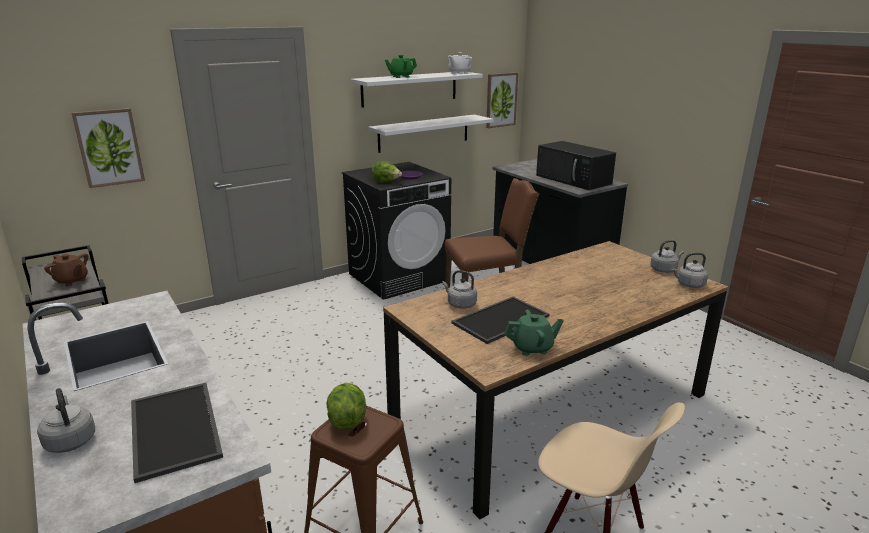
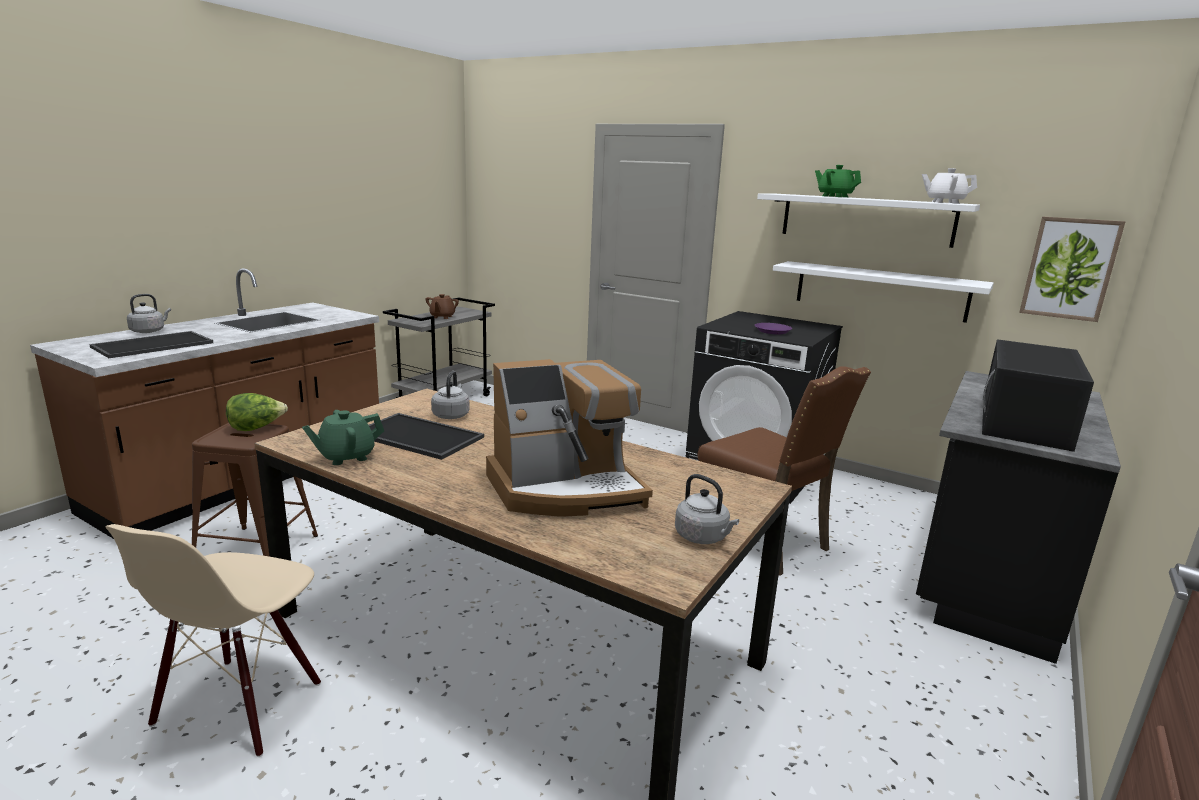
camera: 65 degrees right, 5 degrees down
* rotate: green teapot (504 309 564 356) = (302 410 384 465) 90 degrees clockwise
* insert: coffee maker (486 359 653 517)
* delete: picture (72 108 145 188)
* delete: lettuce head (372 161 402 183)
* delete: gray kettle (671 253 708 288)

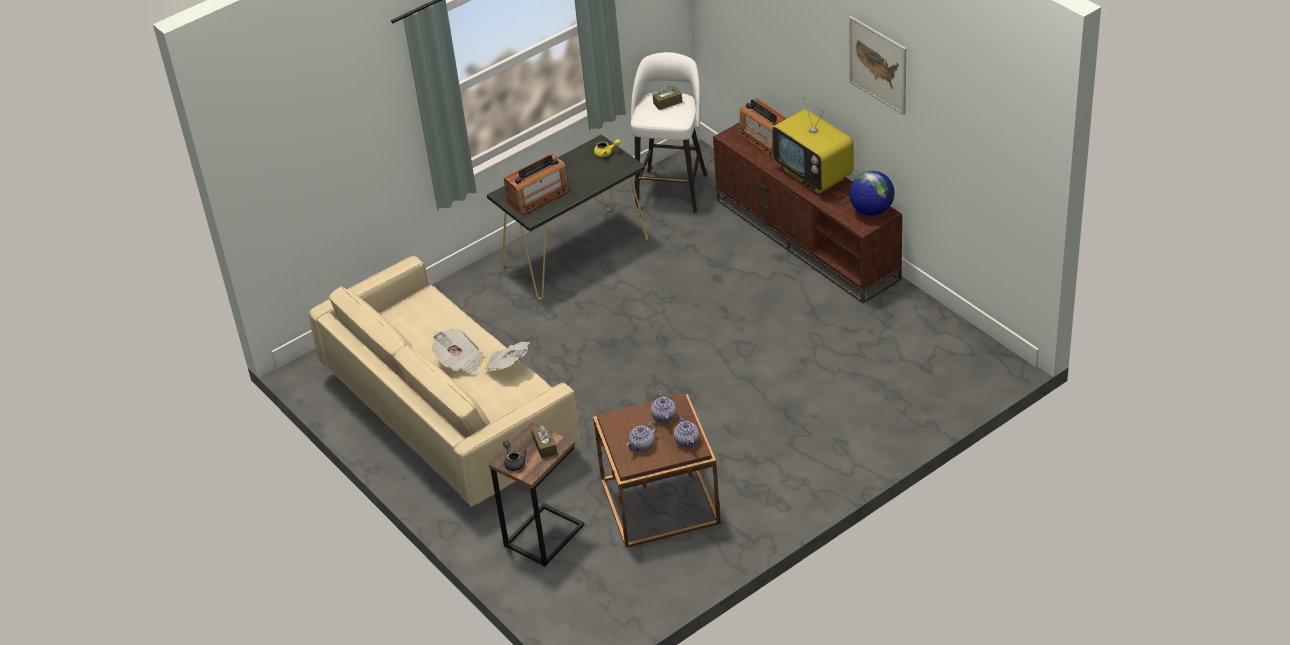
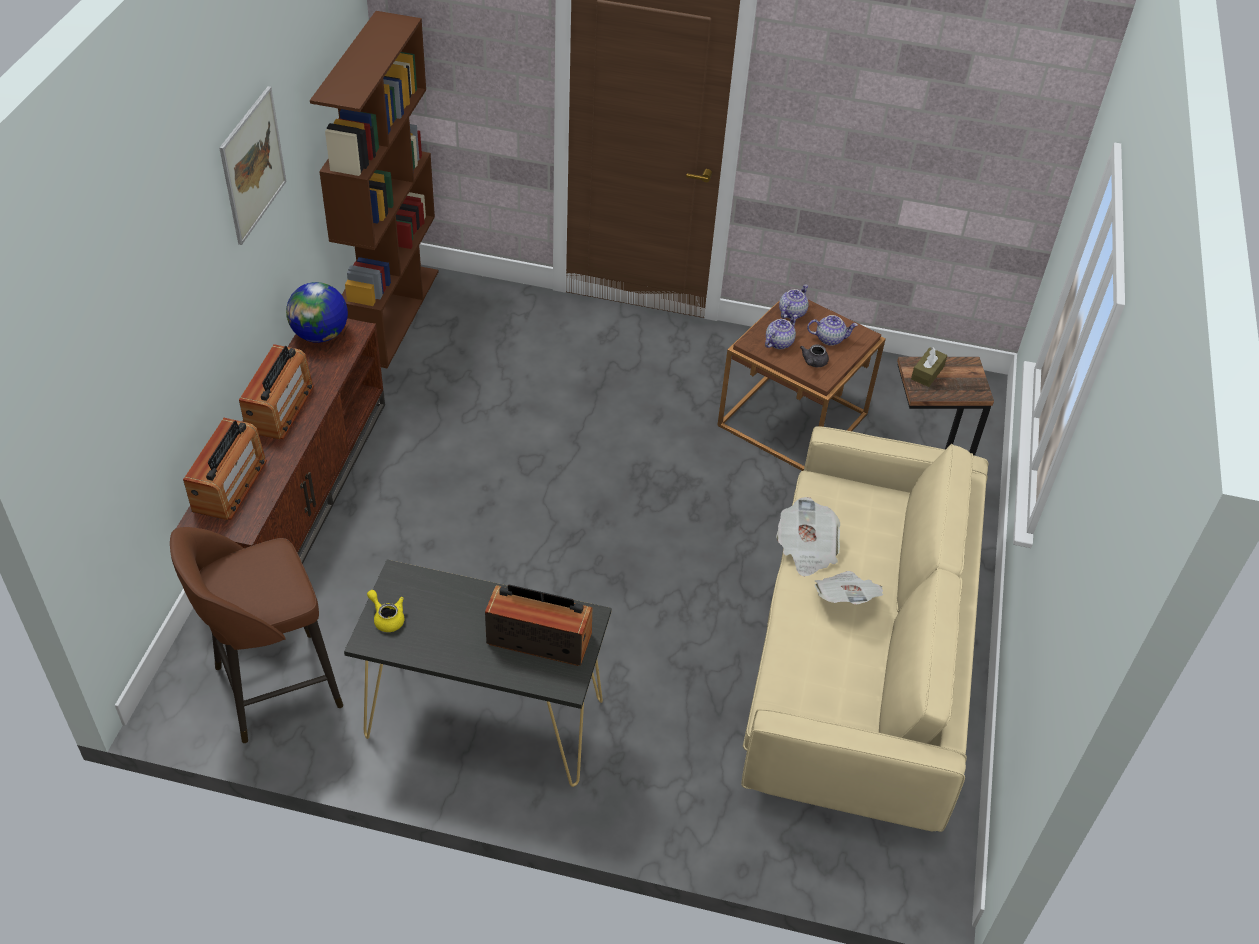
camera: 135 degrees left, 5 degrees up
* recolor: whitish sitting stool (631 52 707 213) to brown sitting stool (170 527 343 743)
* replace: TV set (772 98 854 193) to radio (239 344 314 440)
* insert: brown shelving unit (310 11 439 368)
* move: gray teapot (503 440 527 471) to (800 344 829 367)
* delete: brown box of tissues (653 85 682 110)

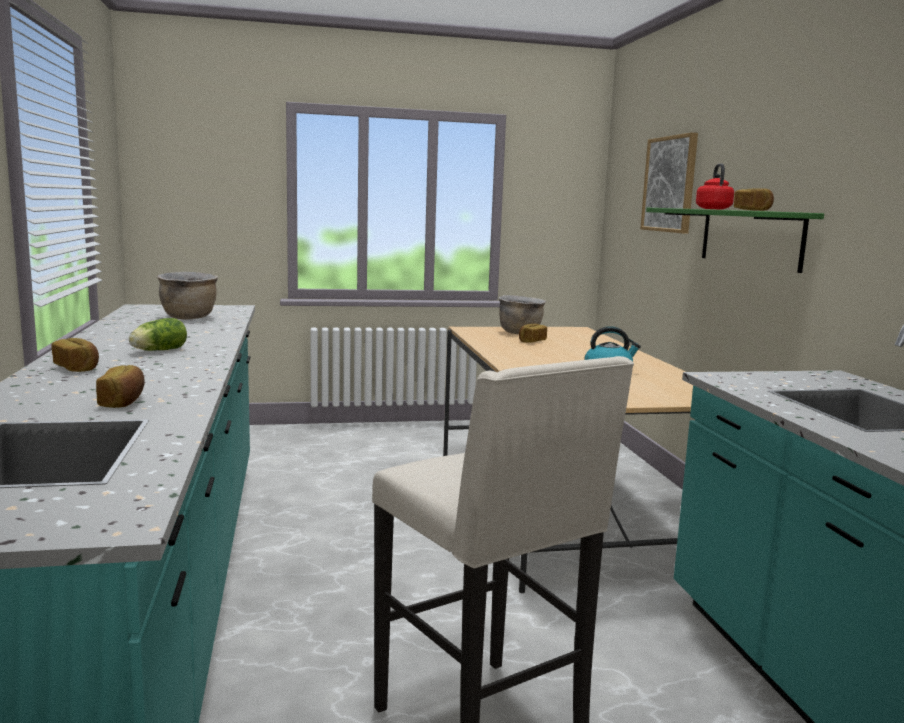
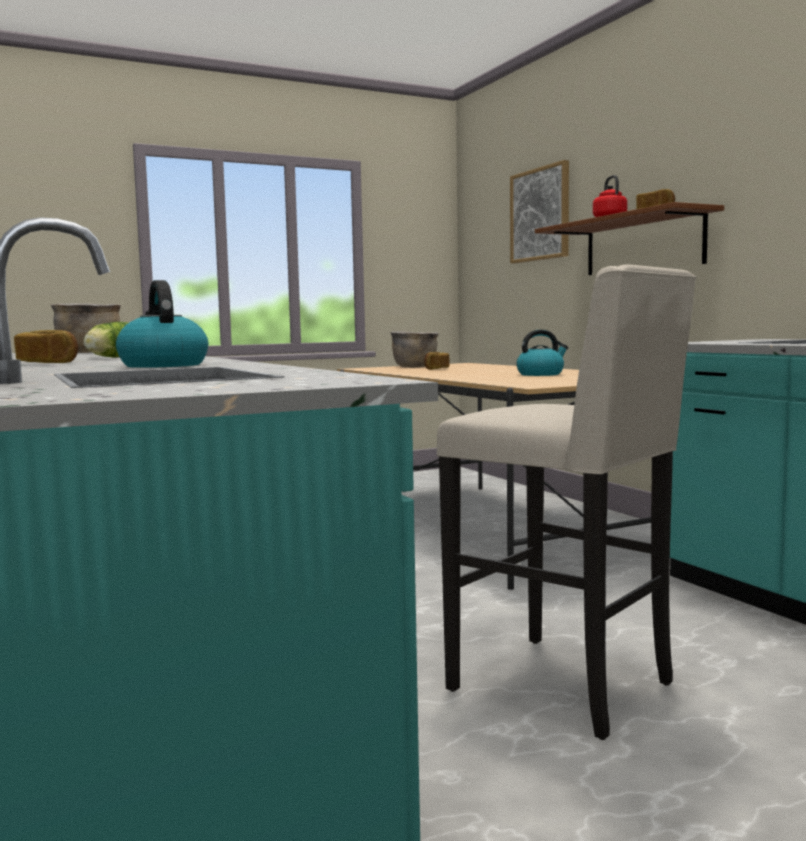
camera: 15 degrees left, 5 degrees down
* replace: baked bread (96 365 145 408) to kettle (116 280 208 368)
* recolor: green shelf (646 208 824 273) to brown shelf (535 202 724 275)

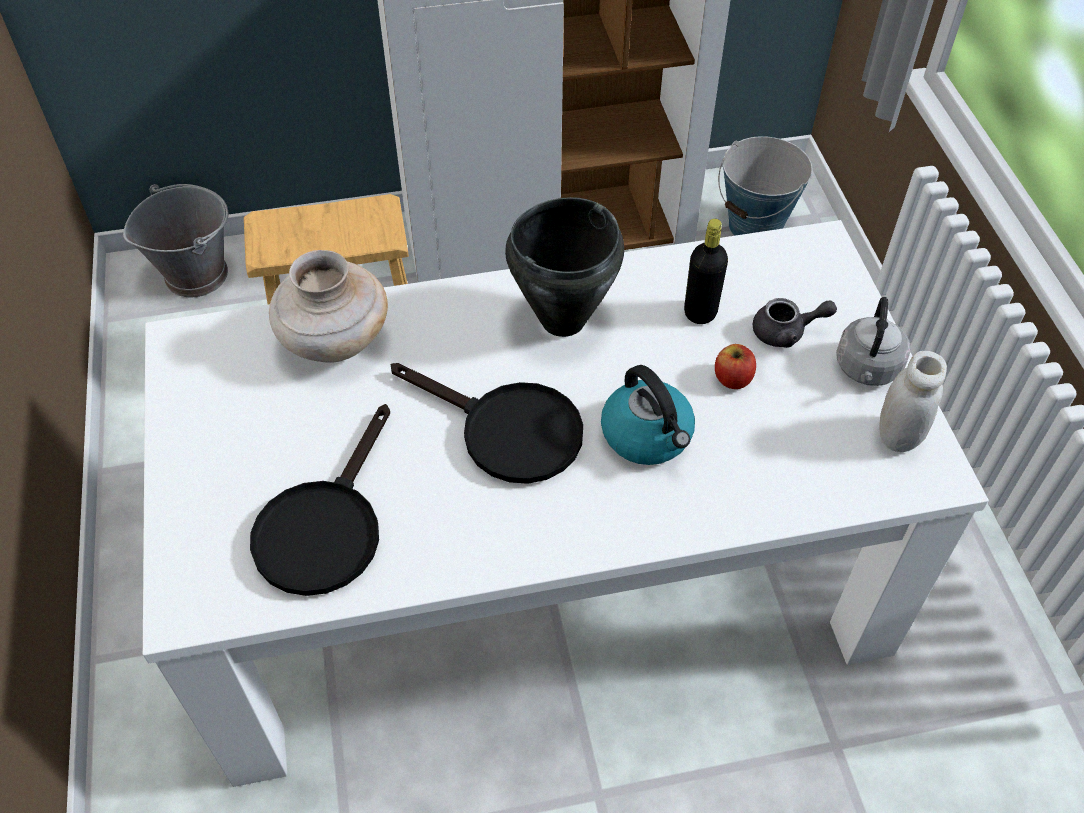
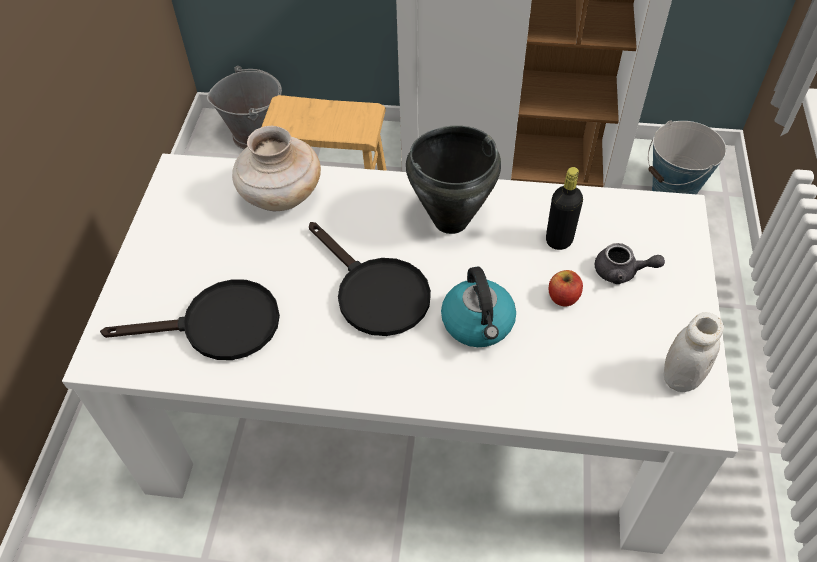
camera: 20 degrees right, 0 degrees up
* rotate: black-coloured skillet (250 404 390 596) = (100 279 280 360) 135 degrees counterclockwise
* delete: gray kettle (836 297 910 386)

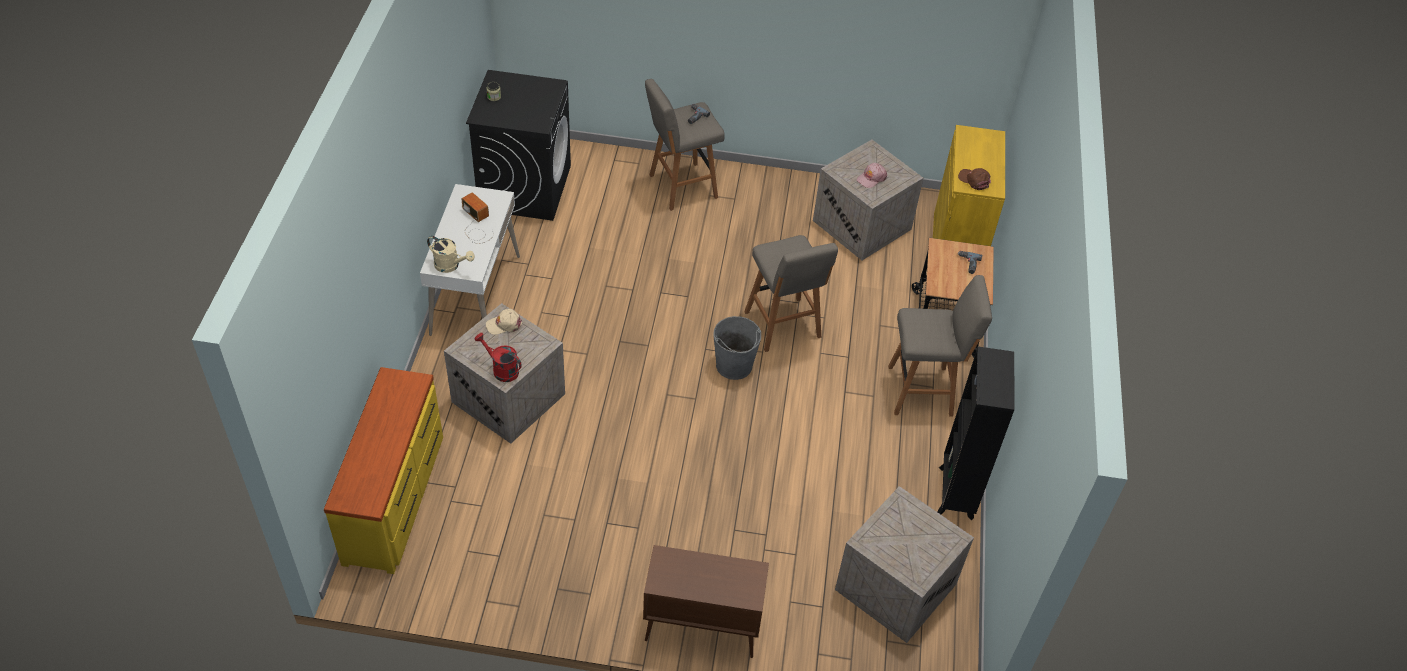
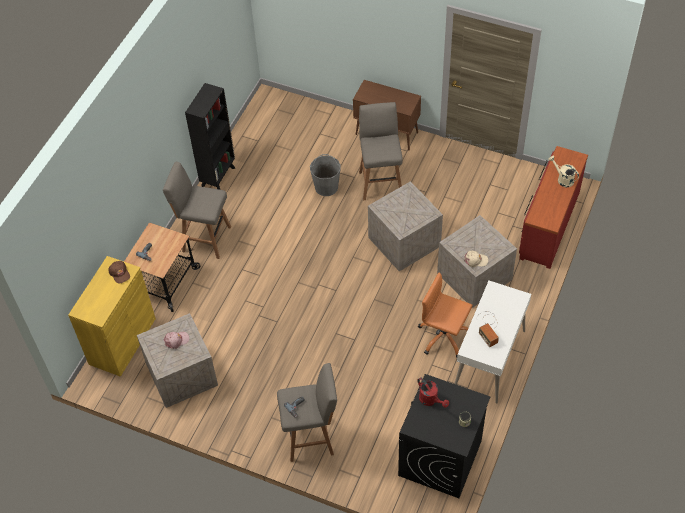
camera: 160 degrees left, 5 degrees up
* move: gray pail (714 316 761 380) to (310 154 341 196)
* move: gray sitting stool (744 235 838 352) to (359 102 403 200)
* move: shipping crate (835 486 974 643) to (368 181 443 272)
* insert: orange-coloured computer chair (418 273 472 358)
* move: reddish watering pot (474 333 522 382) to (418 377 449 408)
* recolor: yellow dresser (324 367 443 574) to reddish dresser (519 146 588 269)
* move: beige watering pot (427 236 475 273) to (548 156 579 187)

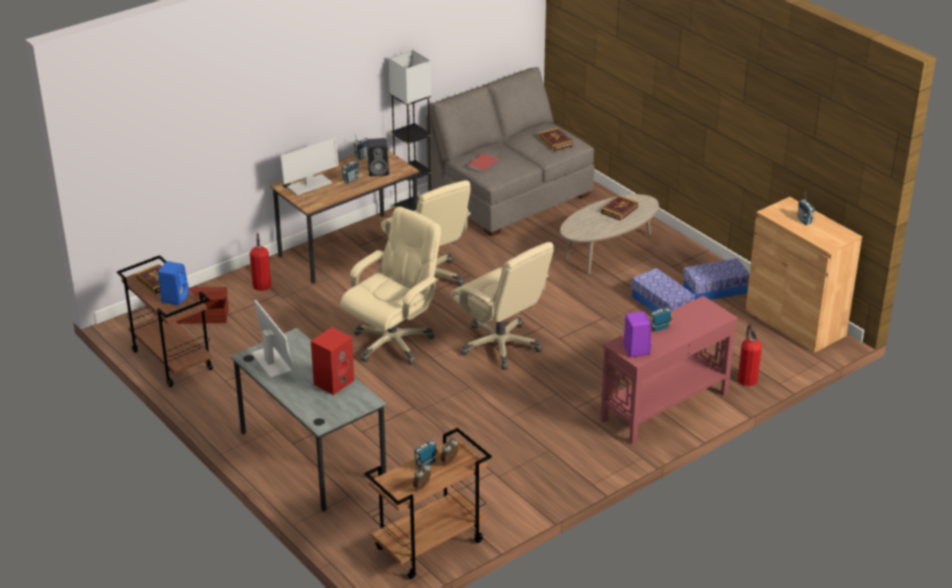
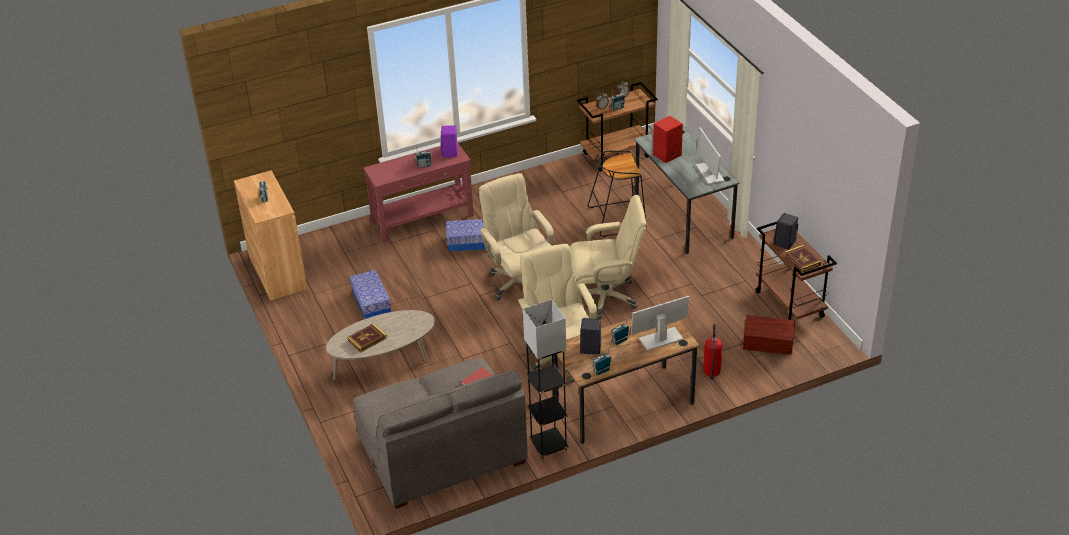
camera: 165 degrees left, 5 degrees up
* move: storage container (683 258 750 300) to (446 219 490 252)
* rotate: beige computer chair (340 207 441 364) = (569 195 646 320) 150 degrees counterclockwise
* insert: black-coloured sitting stool (588 151 647 237)
* recolor: blue-coloured loudspeaker (158 261 189 305) to black-coloured loudspeaker (774 213 798 250)
* delete: book (538 128 573 151)
* delete: fire extinguisher (738 324 762 386)

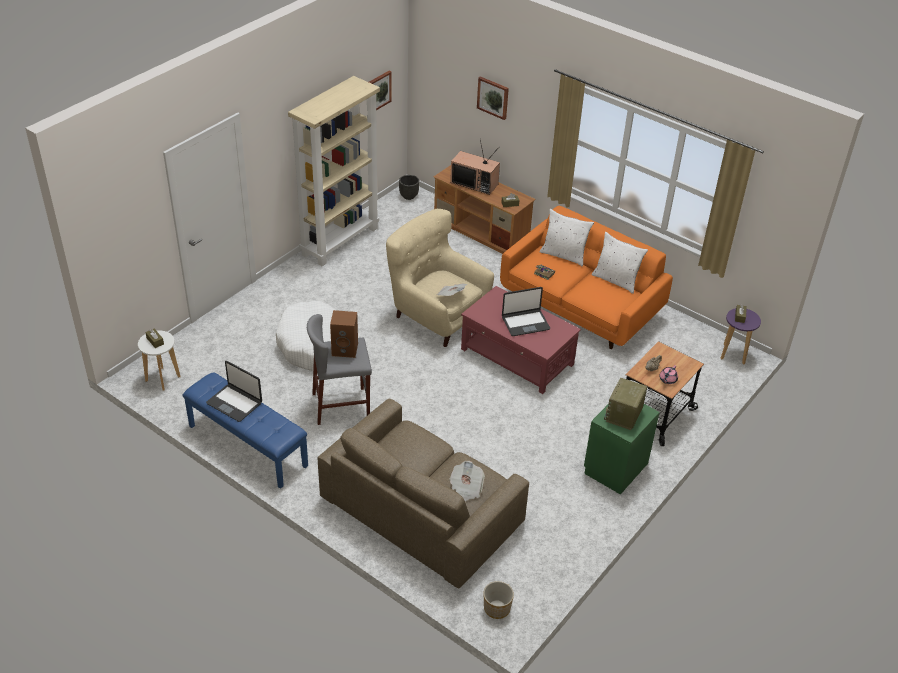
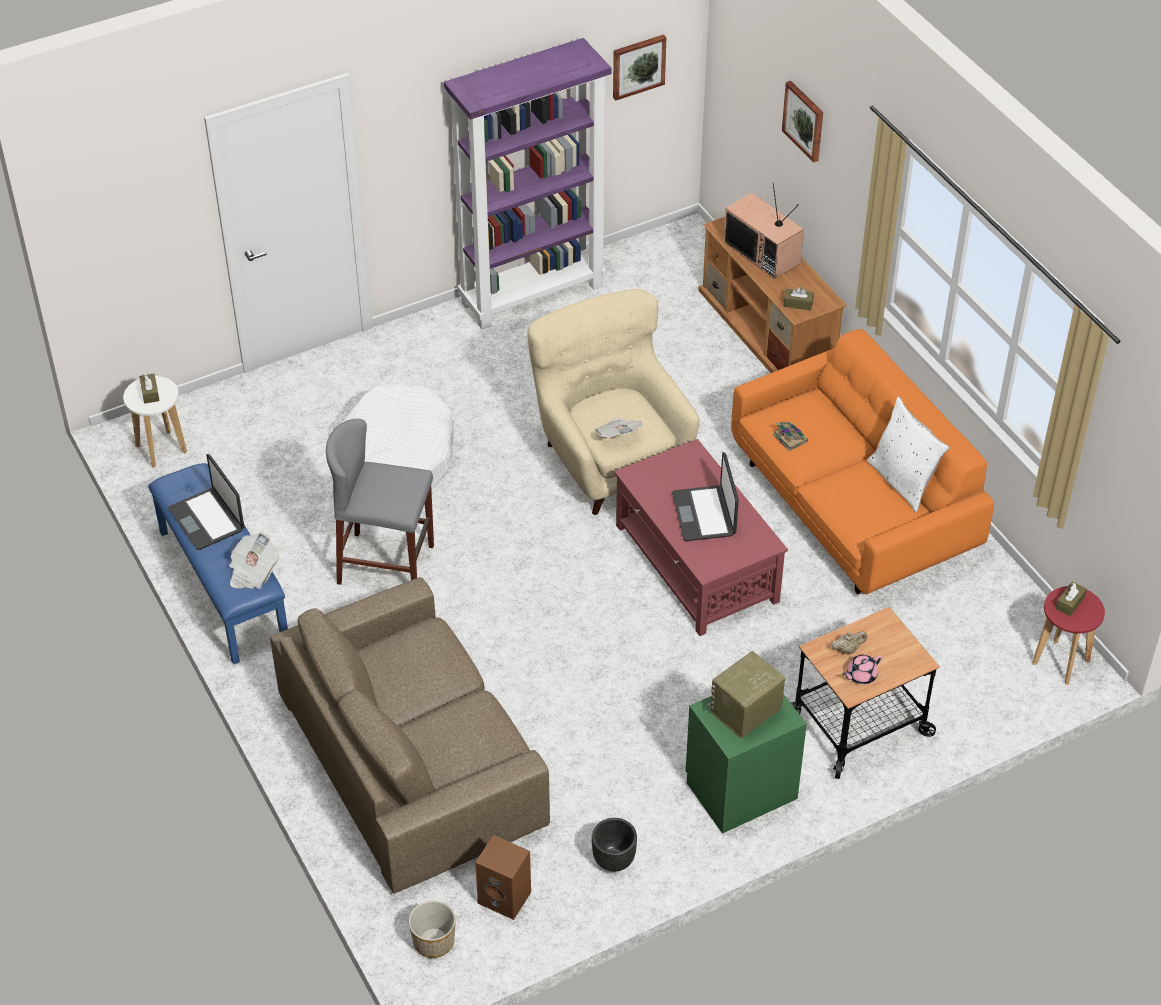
camera: 25 degrees right, 5 degrees up
* move: printed paper (449 461 485 501) to (229 533 279 589)
* recolor: beige shelving unit (288 76 380 266) to purplish shelving unit (444 38 611 330)
* move: brown loudspeaker (330 310 358 358) to (475 835 531 920)
* move: black-coloured flower pot (399 175 419 200) to (592 818 637 872)
* rotate: portable computer (502 287 550 336) = (672 452 739 541) 75 degrees clockwise
* recolor: purplish sitting stool (721 308 761 365) to reddish sitting stool (1032 586 1105 685)
* delete: whitish pillow (540 209 594 266)

